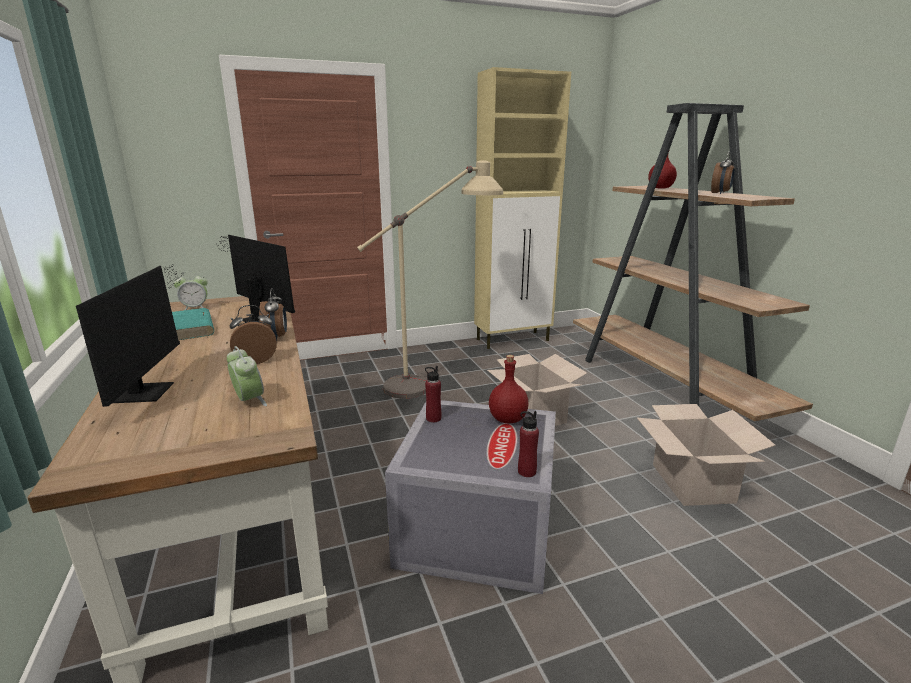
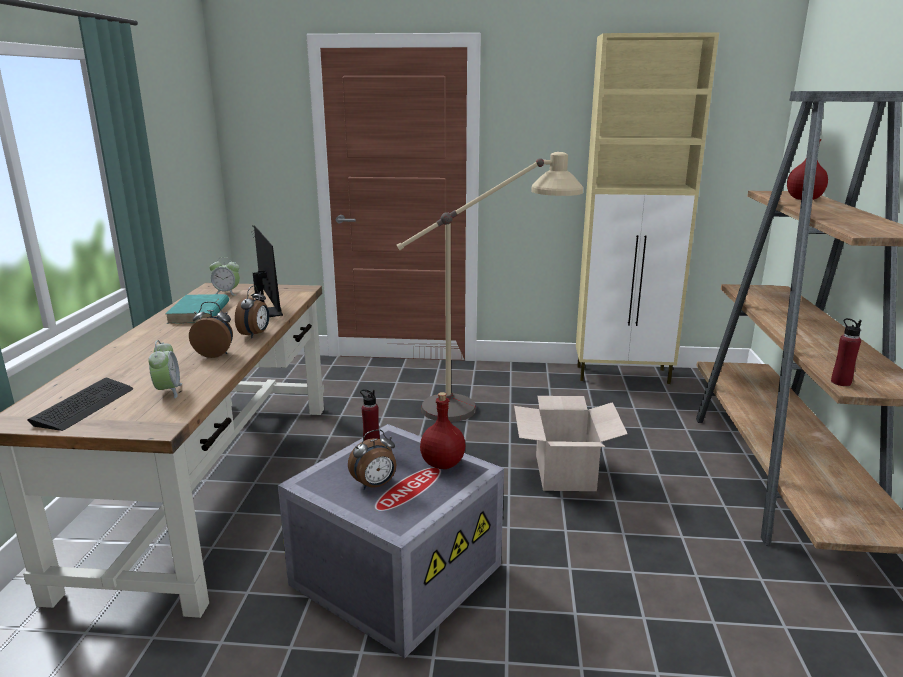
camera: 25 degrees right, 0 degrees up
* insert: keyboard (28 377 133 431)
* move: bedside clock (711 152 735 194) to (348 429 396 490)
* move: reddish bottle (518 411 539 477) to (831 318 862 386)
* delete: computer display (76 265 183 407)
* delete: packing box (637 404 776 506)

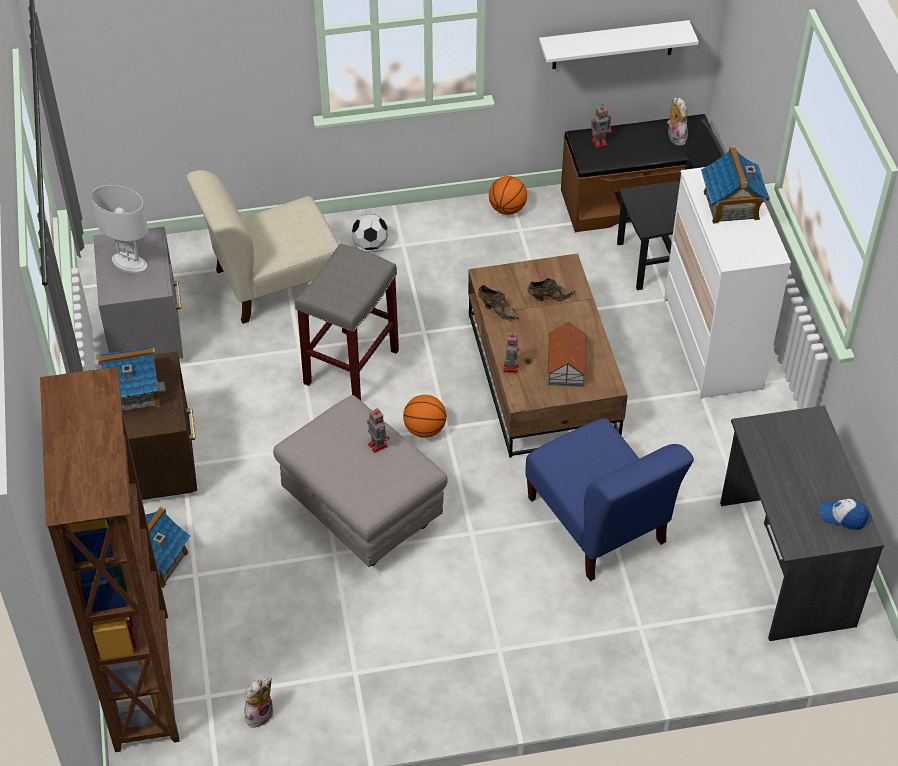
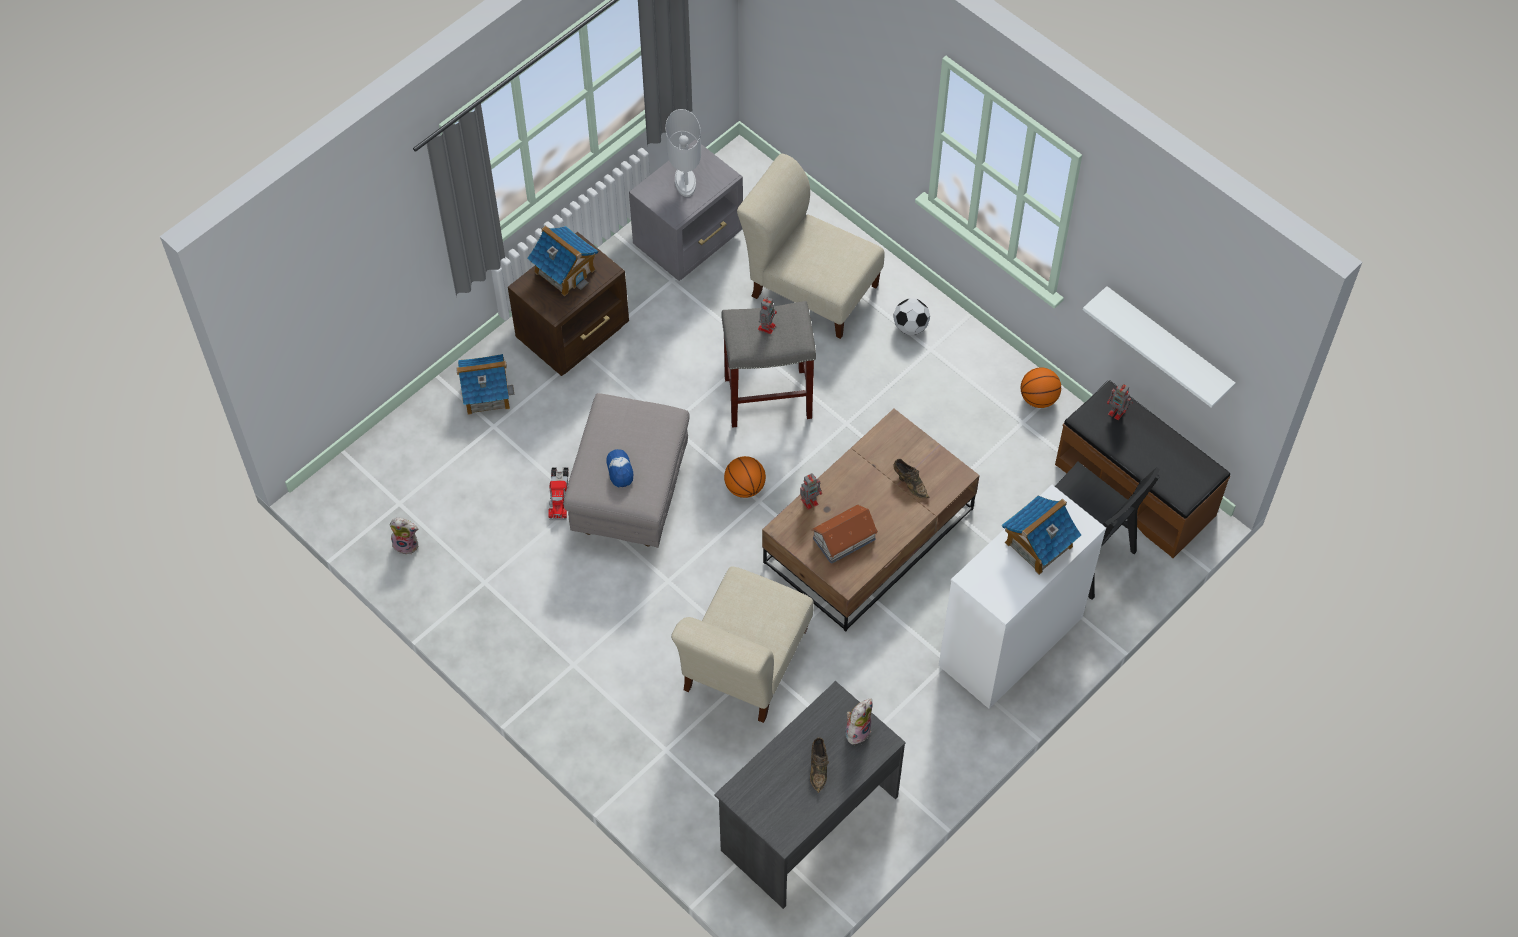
camera: 55 degrees right, 10 degrees up
* insert: model truck (548 467 569 520)
* move: baseball cap (819 499 868 530) to (606 449 633 487)
* recolor: blue-coloured plain chair (525 418 694 581) to beige plain chair (671 566 814 723)
* move: model robot (367 408 389 453) to (758 296 777 334)
* move: brown item of footwear (478 285 519 320) to (810 737 829 793)
* move: cuddly toy (667 98 688 146) to (845 699 872 745)
* delete: brown shelving unit (40 367 179 752)

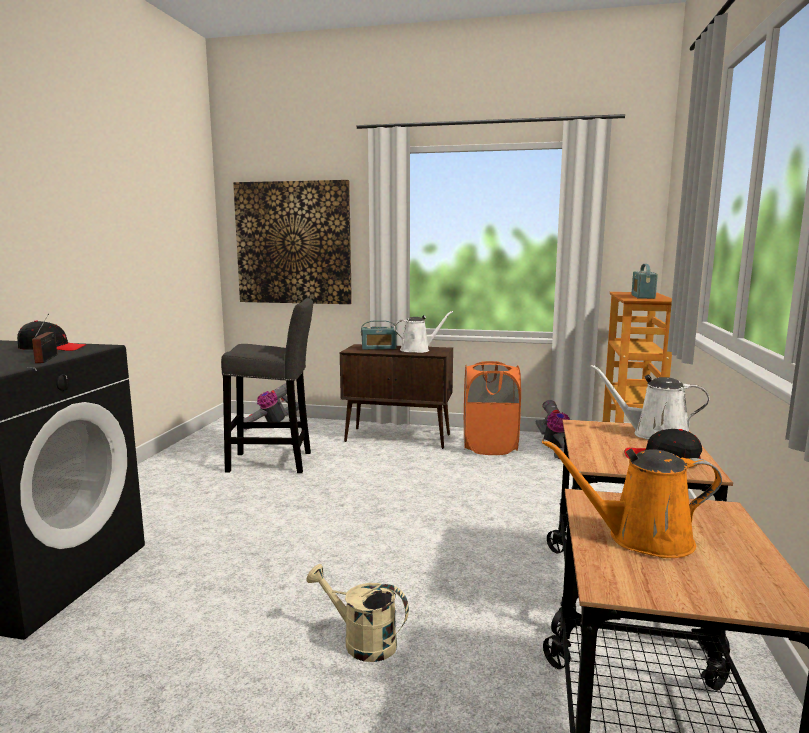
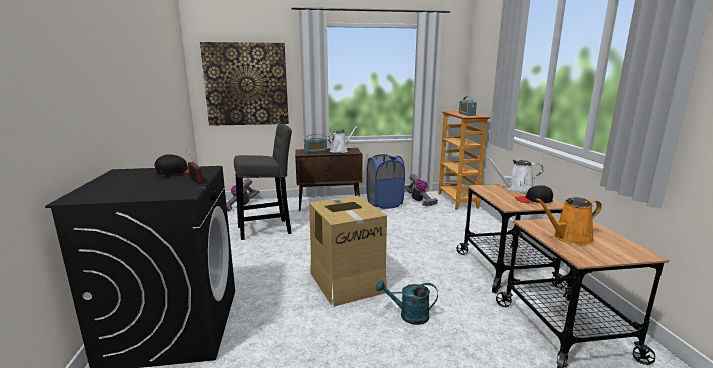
camera: 20 degrees left, 5 degrees up
* insert: packing box (309 196 387 307)
* recolor: orange-coloured hamper (464 361 521 455) to blue-coloured hamper (367 154 405 209)
* recolor: beige watering pot (306 564 409 662) to turquoise-coloured watering pot (376 280 438 325)

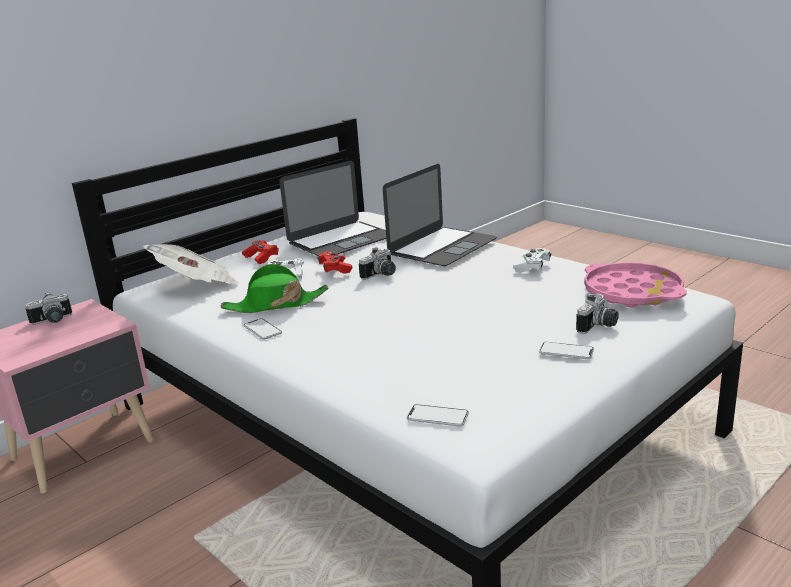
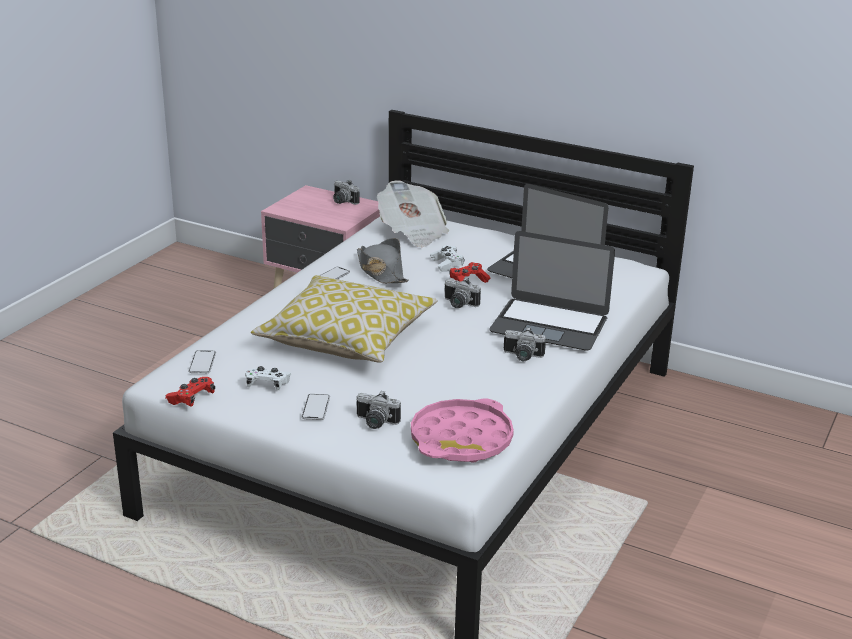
camera: 70 degrees right, 5 degrees up
* move: reddish gamepad (242 240 279 264) to (166 377 215 407)
* move: whitish gamepad (513 248 551 273) to (245 366 291 390)
* insert: pillow (251 275 438 363)
* recolor: green hat (221 264 328 313) to gray hat (357 238 409 284)
* insert: photo camera (504 327 546 361)

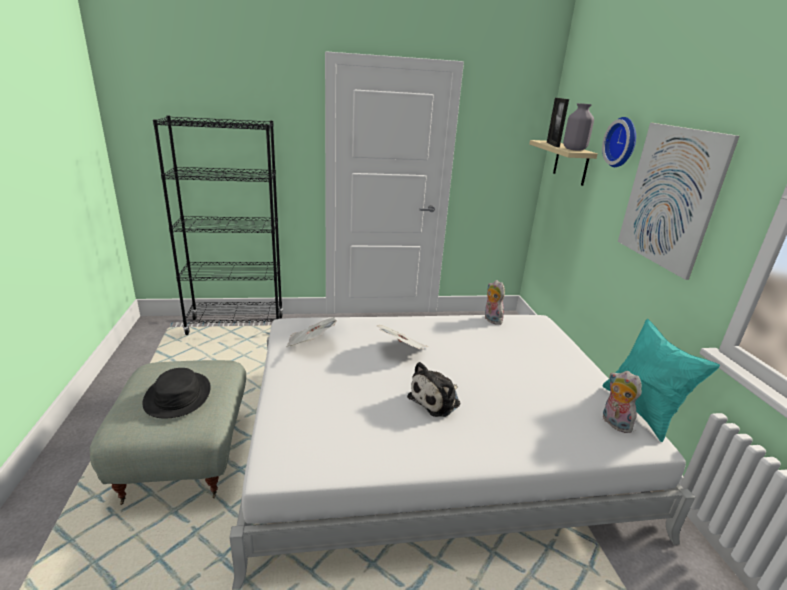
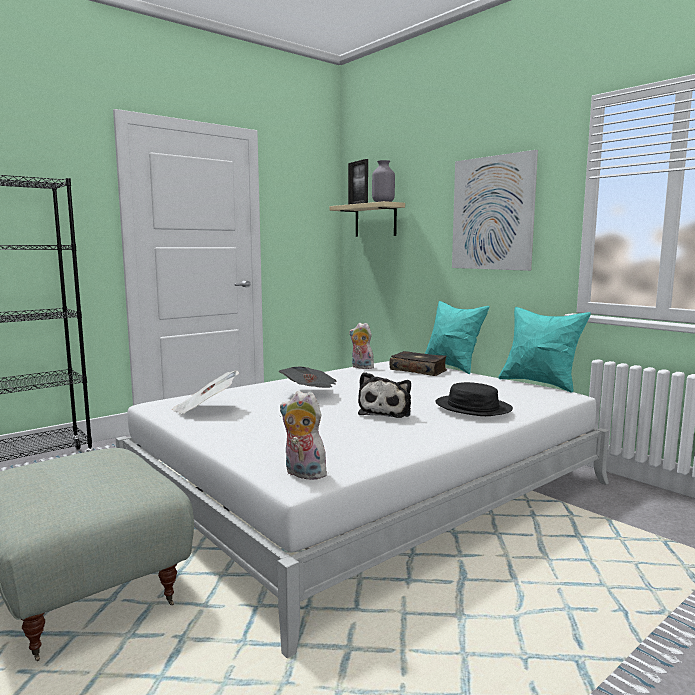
camera: 30 degrees left, 15 degrees down
* move: cuddly toy (603 371 642 433) to (280 391 332 481)
* insert: book (390 351 447 376)
* insert: turquoise-coloured pillow (425 301 490 374)
* move: black-coloured hat (142 368 211 418) to (435 382 513 416)
* delete: wall clock (602 117 636 167)

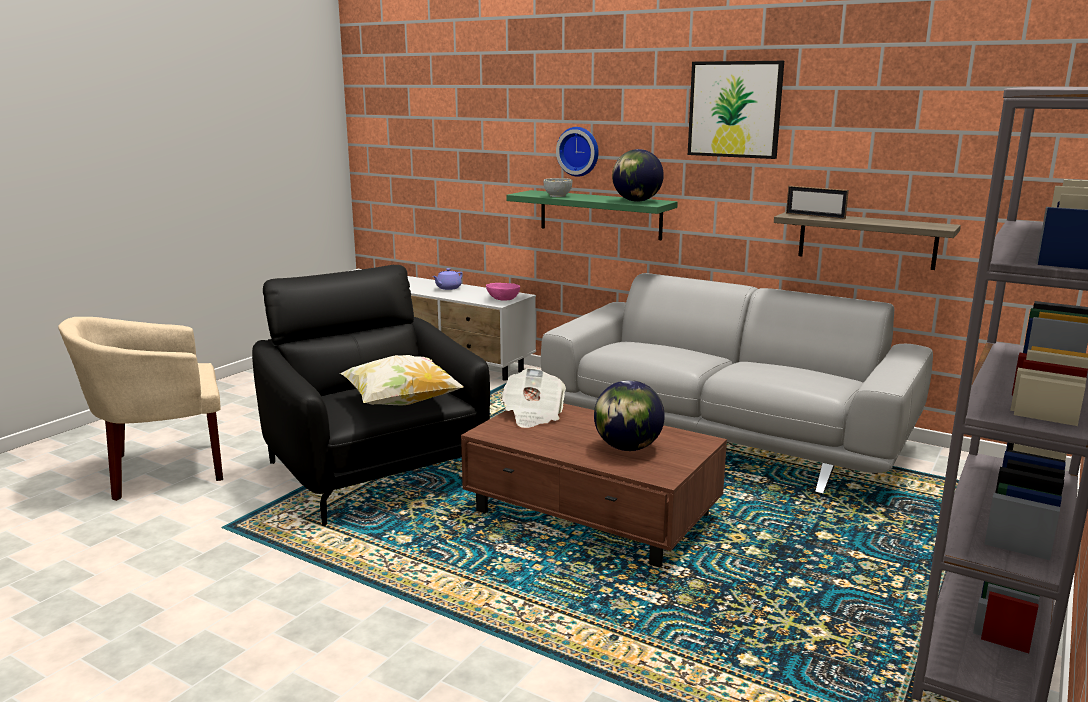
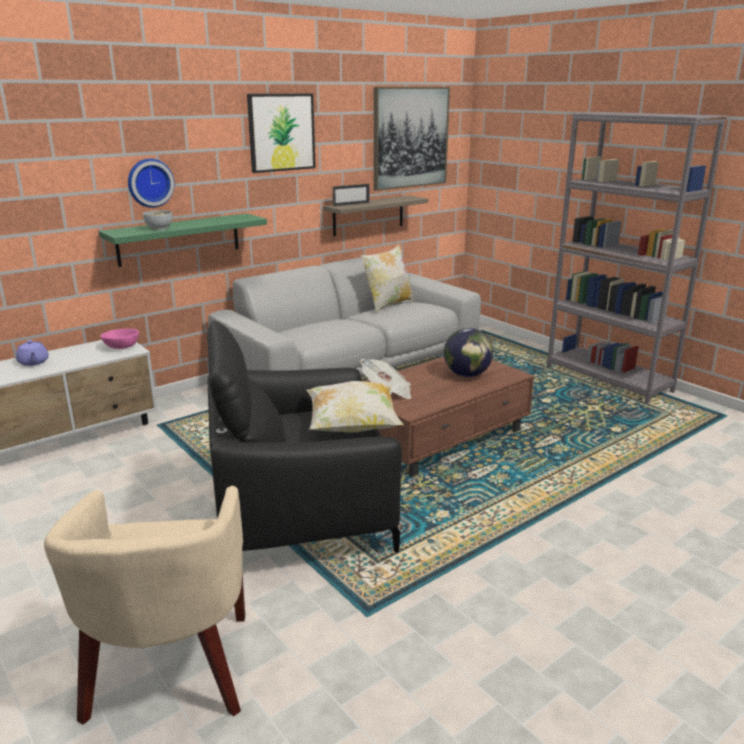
camera: 70 degrees left, 5 degrees up
* insert: pillow (361 245 414 313)
* insert: picture (374 87 450 191)
* delete: world globe (612 149 664 202)

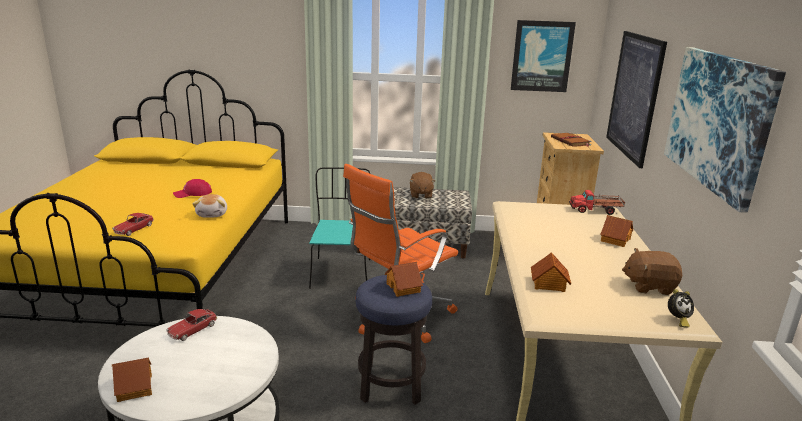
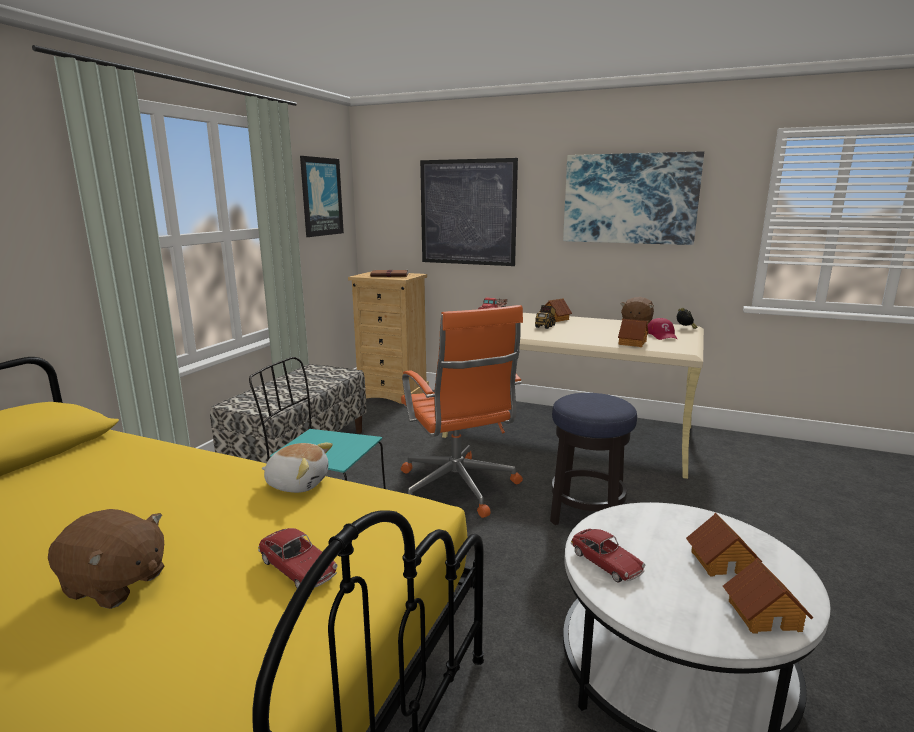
camera: 70 degrees left, 5 degrees down
* move: brown cuddly toy (409 172 435 199) to (48 509 164 609)
* insert: model truck (535 305 556 329)
* move: reddish baseball cap (173 179 212 198) to (648 318 677 340)
* move: toy house (385 262 423 297) to (686 513 763 576)

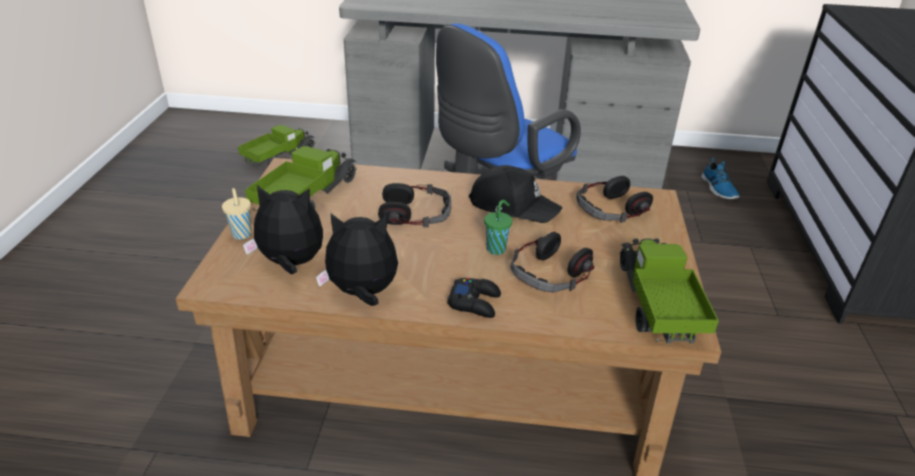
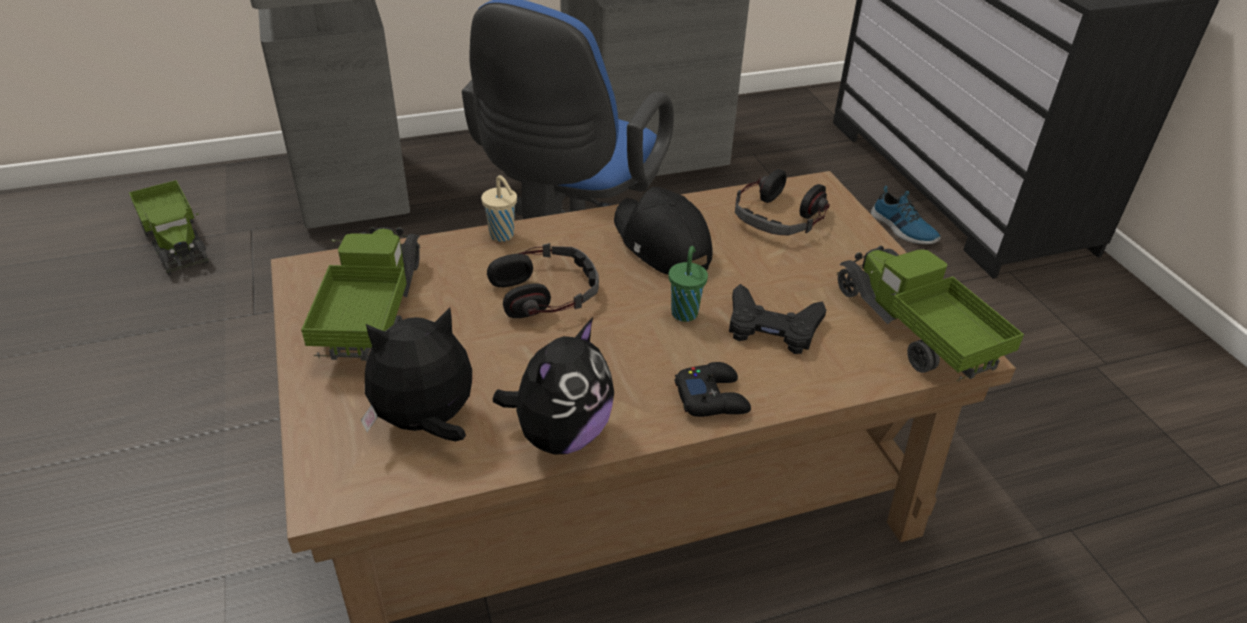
camera: 25 degrees left, 5 degrees up
* rotate: model truck (238 125 315 166) = (129 180 209 275) 135 degrees clockwise
* move: beige cup (222 188 251 240) to (481 175 517 242)
* rotate: cuddly toy (316 214 398 306) = (493 318 614 455) 150 degrees clockwise
* rotate: black-coloured baseball cap (469 165 562 223) = (614 187 713 275) 120 degrees counterclockwise
* replace: headset (510 232 594 293) to black-coloured gamepad (729 284 826 354)
* move: item of footwear (701 157 739 199) to (871 186 941 244)

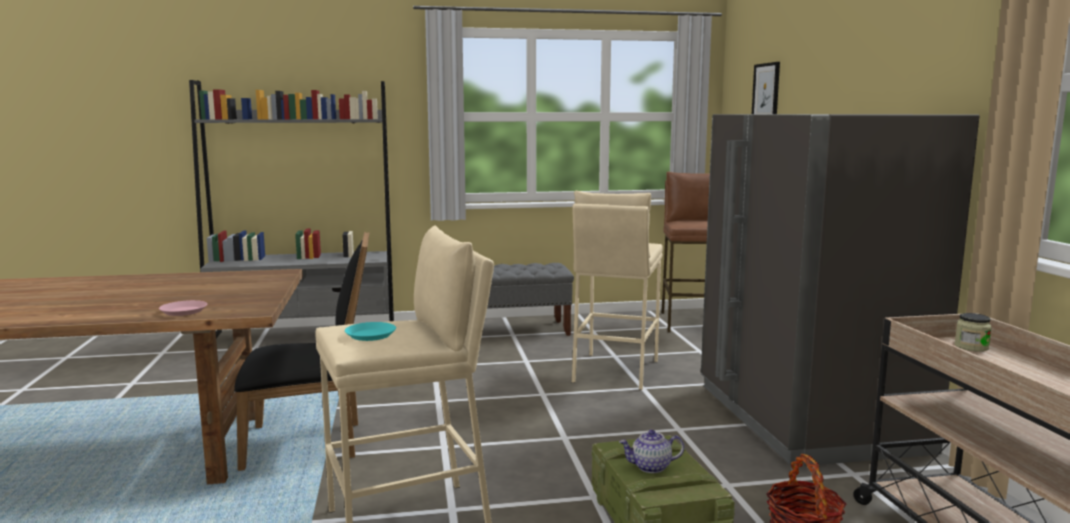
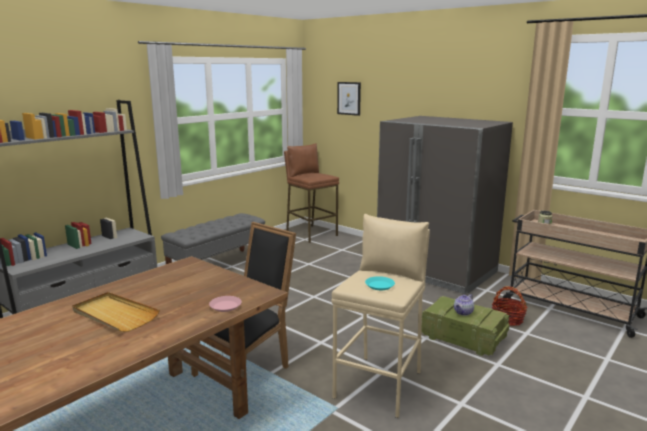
camera: 40 degrees left, 5 degrees up
* insert: beige serving tray (72 292 160 332)
* delete: beige sitting stool (572 191 663 390)

